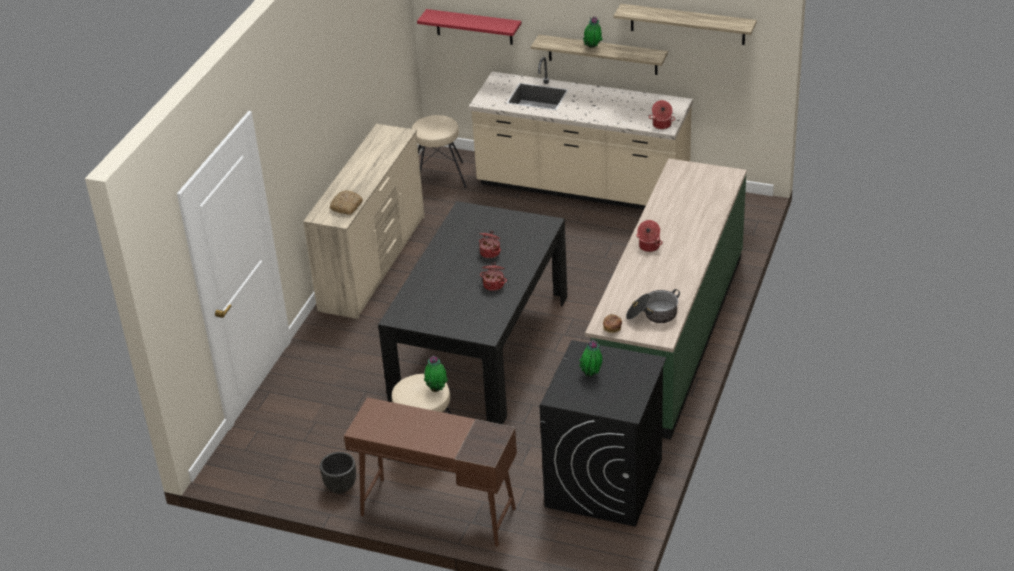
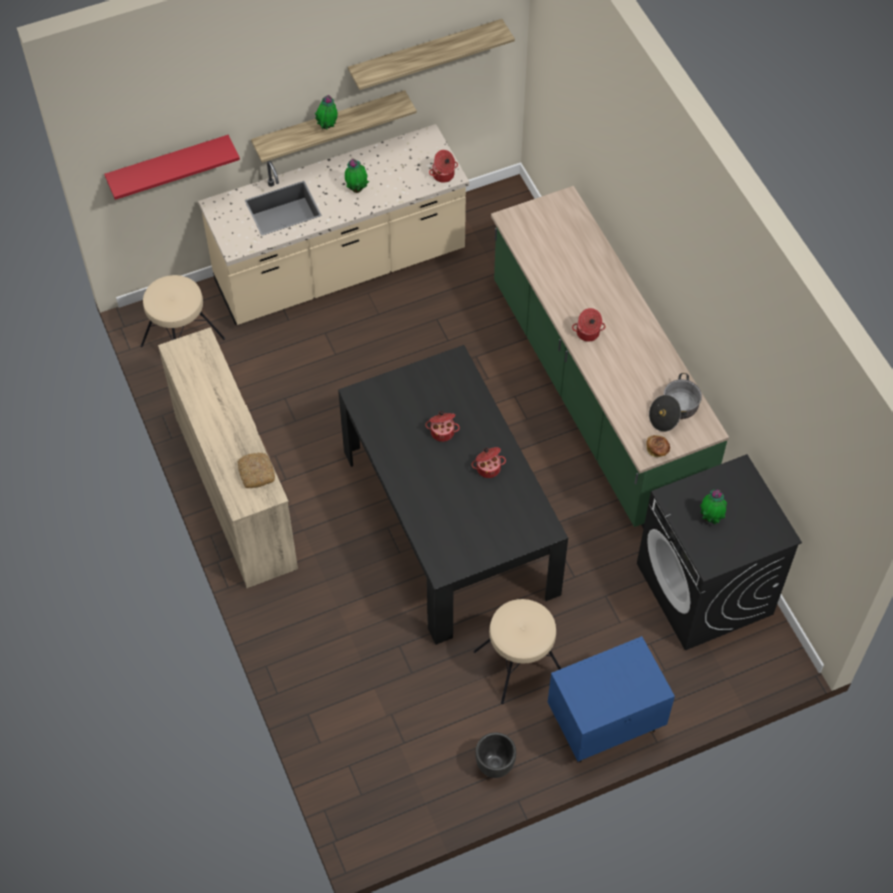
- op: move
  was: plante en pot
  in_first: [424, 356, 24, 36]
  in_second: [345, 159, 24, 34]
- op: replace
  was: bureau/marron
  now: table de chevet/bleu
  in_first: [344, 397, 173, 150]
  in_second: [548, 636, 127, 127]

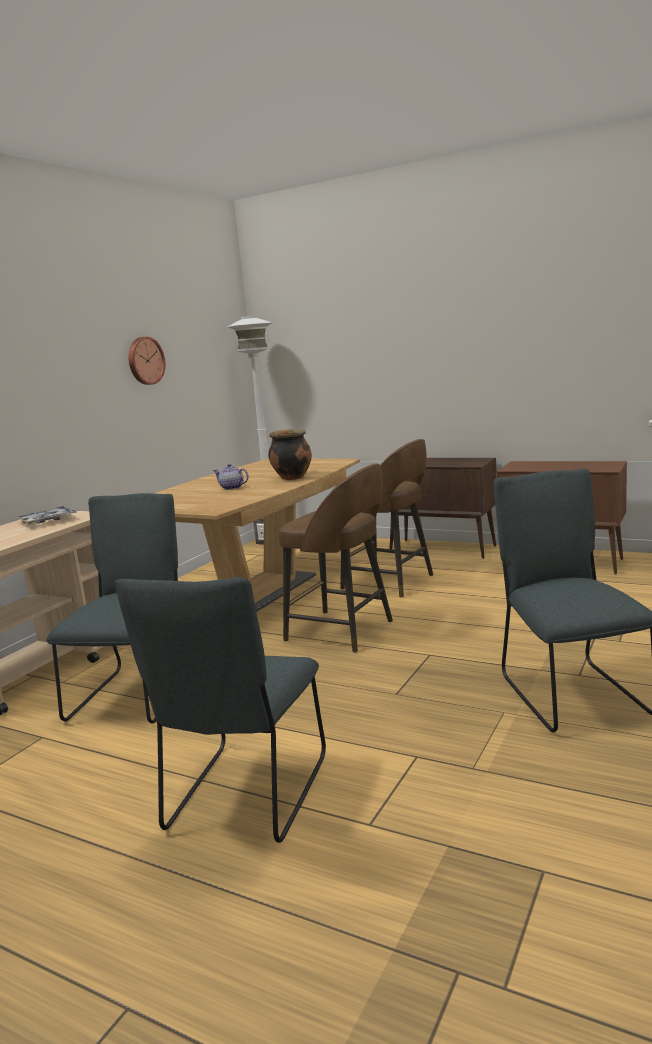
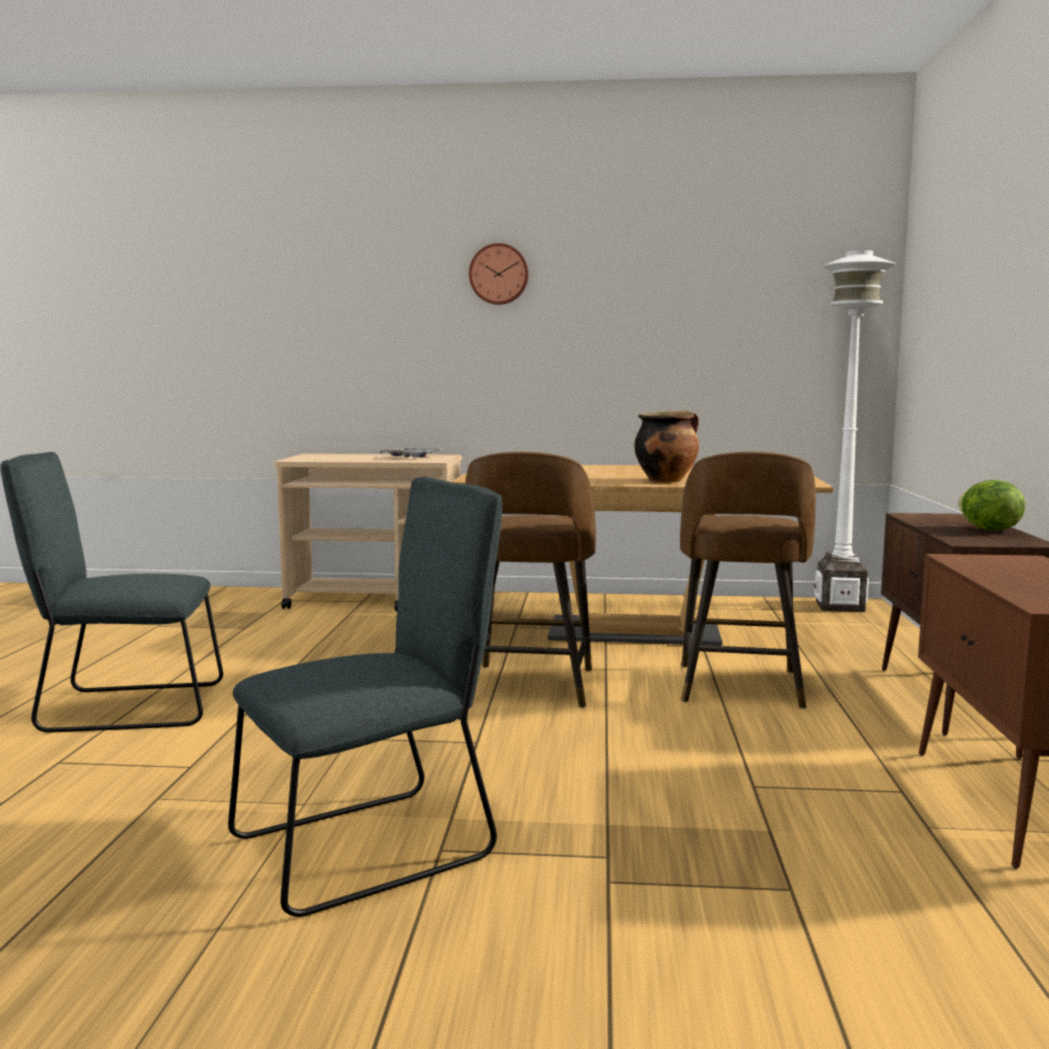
- op: move
  was: horloge murale
  in_first: [129, 337, 36, 48]
  in_second: [469, 243, 59, 62]
- op: insert
  now: laitue
  in_second: [958, 480, 67, 51]
- op: delete
  was: chaise/gris
  in_first: [46, 493, 132, 231]
- op: delete
  was: théière
  in_first: [213, 464, 36, 26]

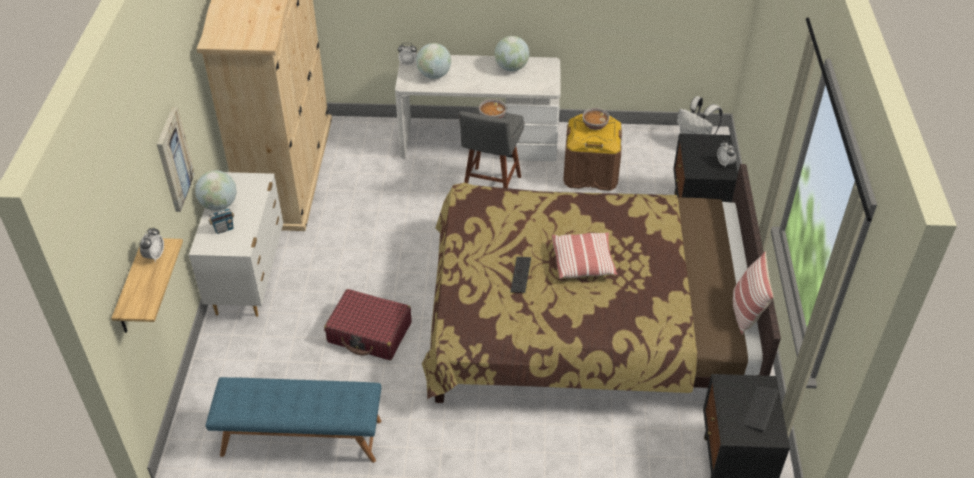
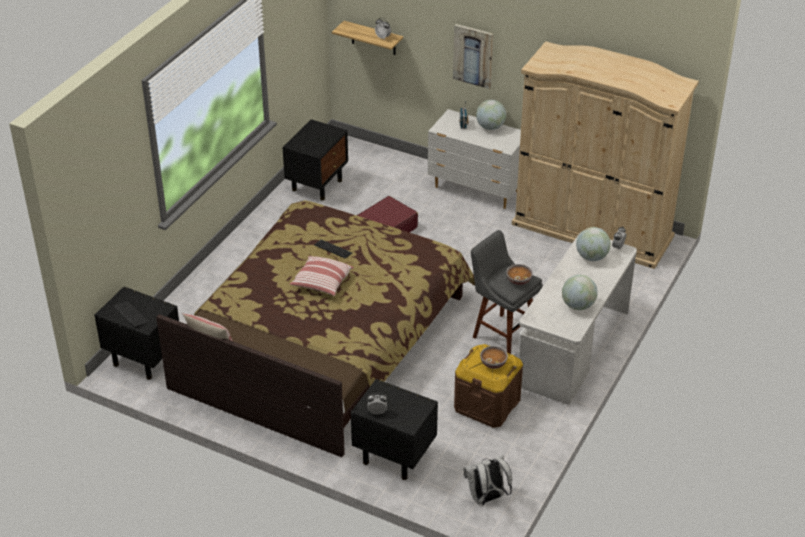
- op: replace
  was: banc/bleu
  now: table de chevet/noir
  in_first: [206, 377, 176, 86]
  in_second: [282, 119, 66, 82]

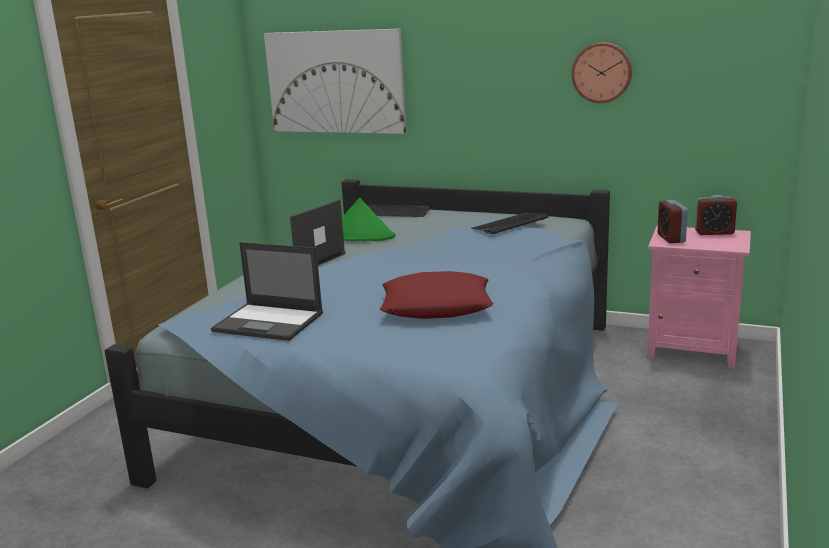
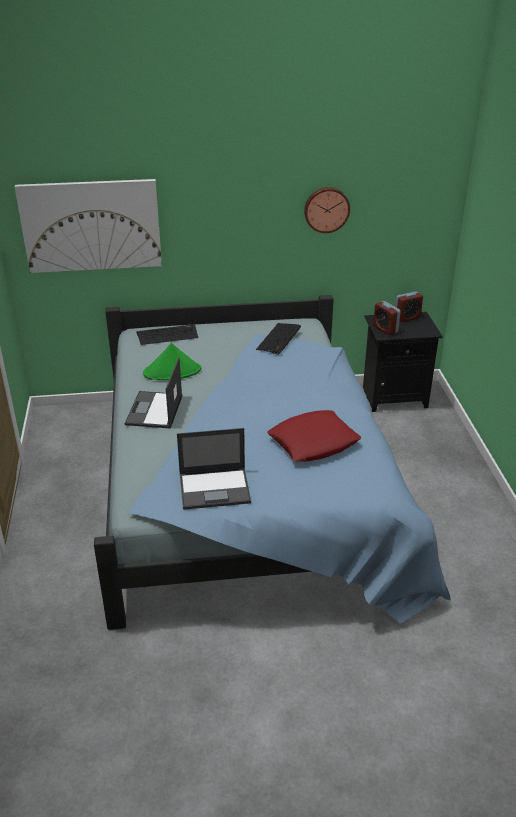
- op: recolor
  was: table de chevet/rose
  now: table de chevet/noir
  in_first: [647, 226, 104, 142]
  in_second: [363, 312, 80, 100]

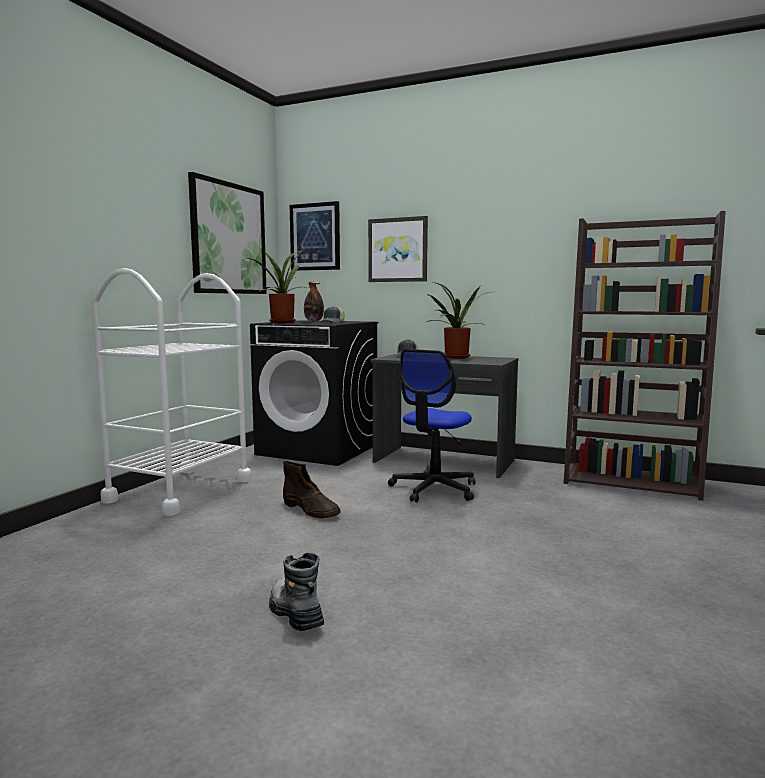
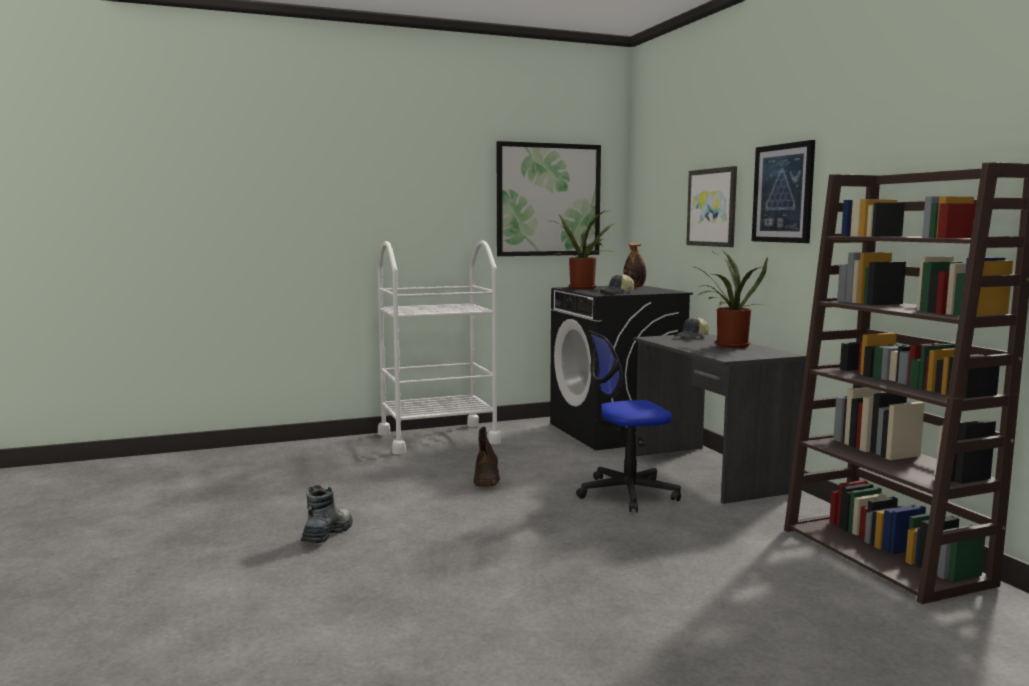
- op: move
  was: tableau
  in_first: [290, 201, 50, 70]
  in_second: [752, 140, 63, 103]

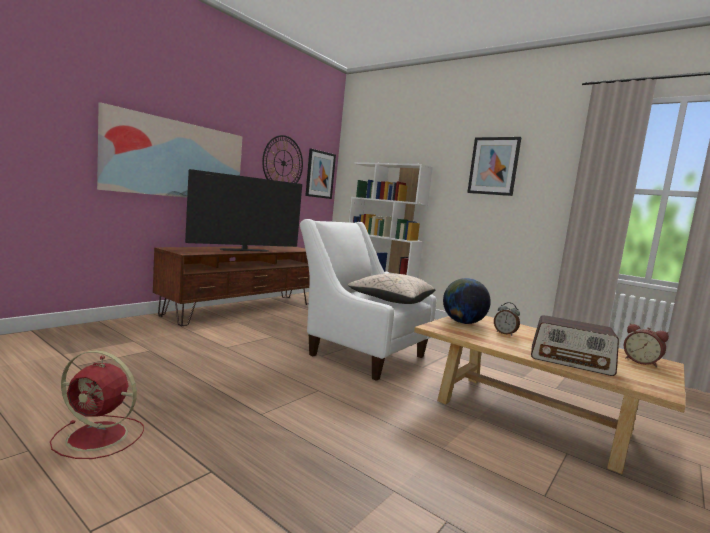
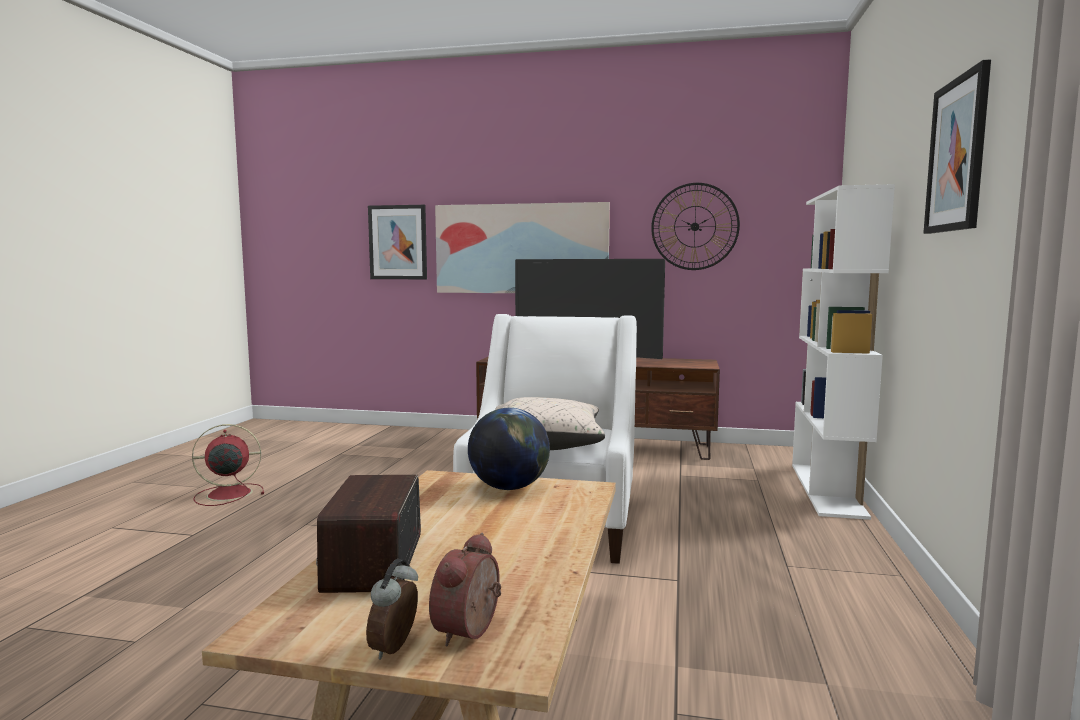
- op: rotate
  was: ventilateur/rouge
  in_first: [50, 350, 94, 109]
  in_second: [192, 424, 72, 82]
  clockwise: 90
- op: move
  was: réveil
  in_first: [494, 302, 26, 34]
  in_second: [366, 559, 52, 101]
- op: move
  was: tableau
  in_first: [305, 148, 31, 51]
  in_second: [368, 205, 59, 74]

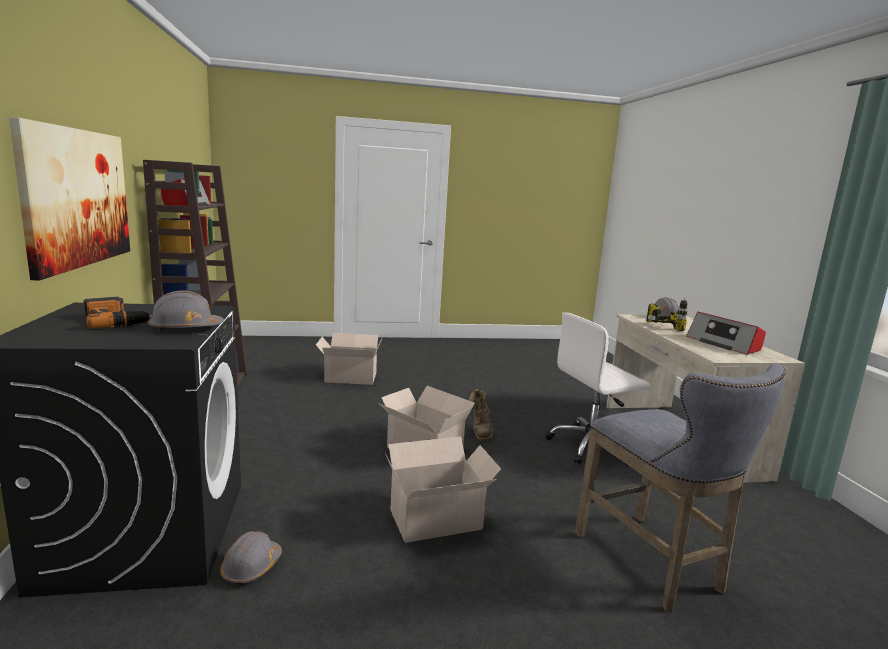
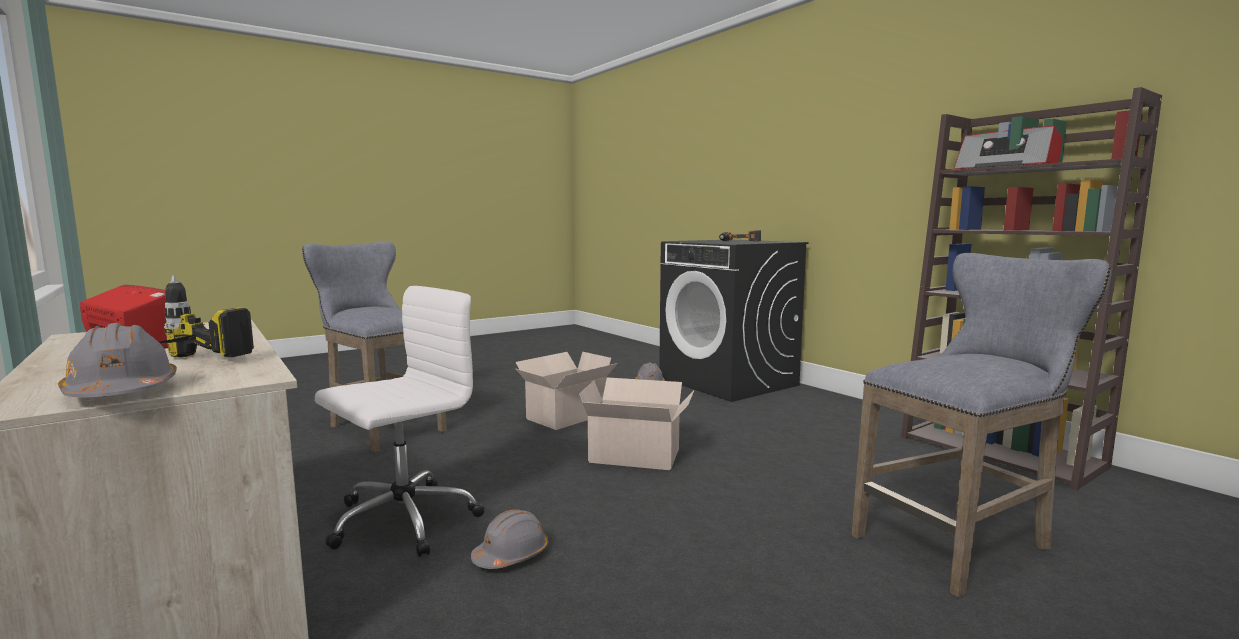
- op: move
  was: casque de chantier/gris
  in_first: [148, 290, 76, 41]
  in_second: [471, 509, 78, 60]
- op: replace
  was: carton
  now: tabouret/gris
  in_first: [316, 333, 66, 52]
  in_second: [851, 253, 260, 344]
- op: delete
  was: tableau
  in_first: [9, 117, 121, 163]
- op: delete
  was: botte/marron
  in_first: [469, 389, 24, 52]

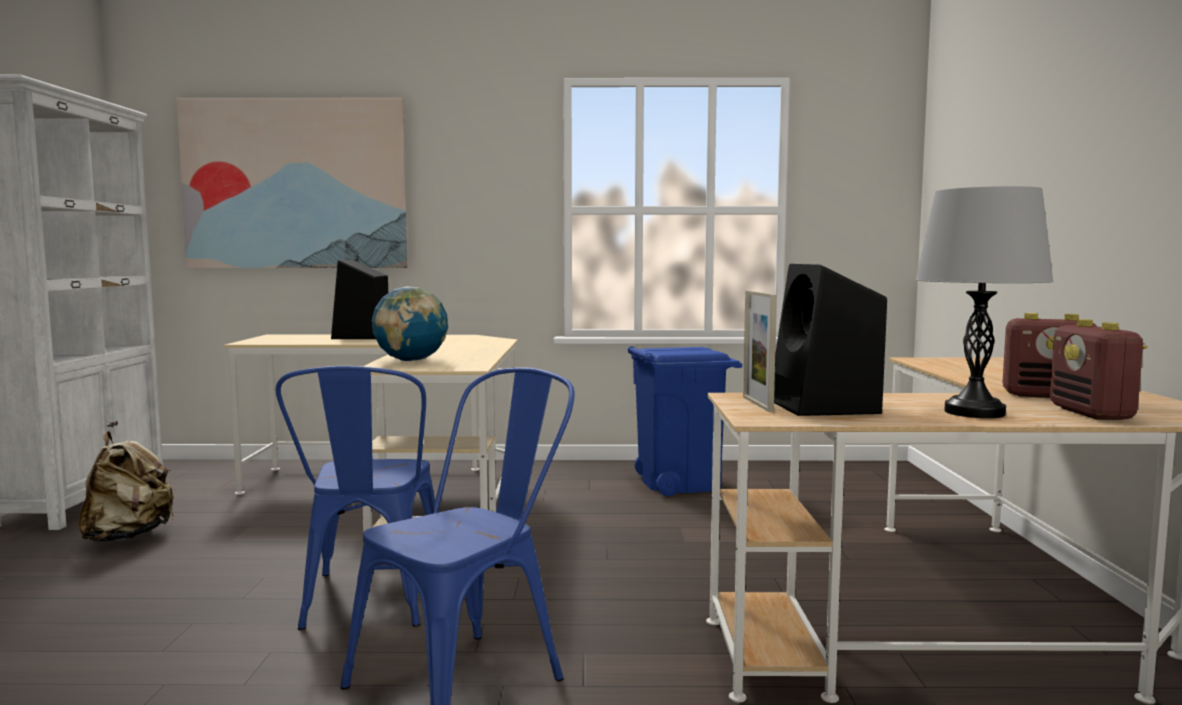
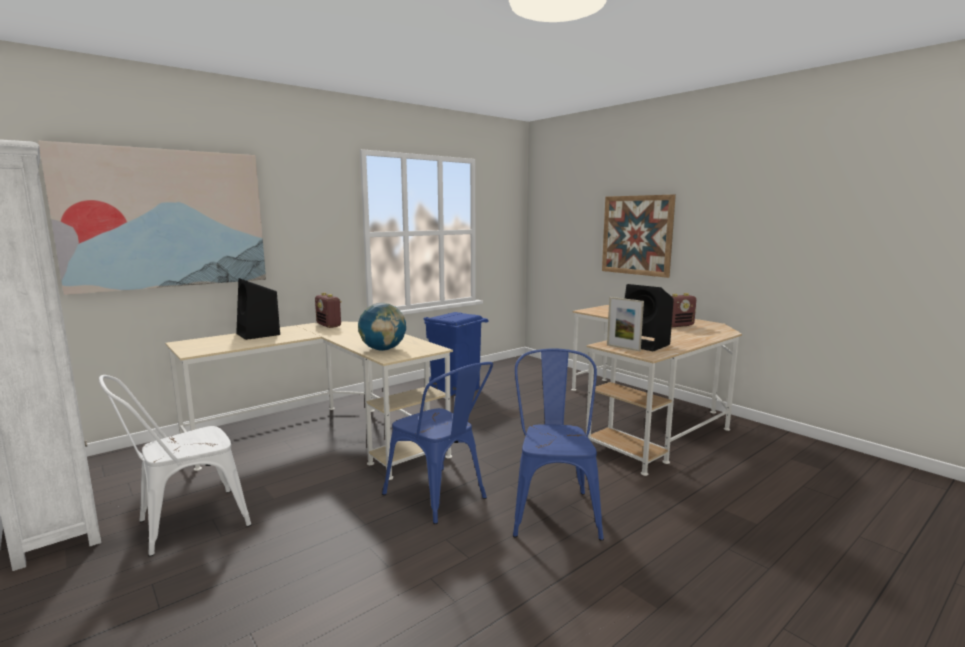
- op: replace
  was: sac à dos/beige
  now: chaise/blanc
  in_first: [78, 431, 96, 110]
  in_second: [99, 375, 152, 182]
- op: move
  was: radio
  in_first: [1050, 319, 98, 101]
  in_second: [315, 293, 27, 35]
- op: insert
  now: tableau
  in_second: [602, 195, 74, 83]
- op: delete
  was: lampe de table/gris
  in_first: [915, 186, 139, 232]

